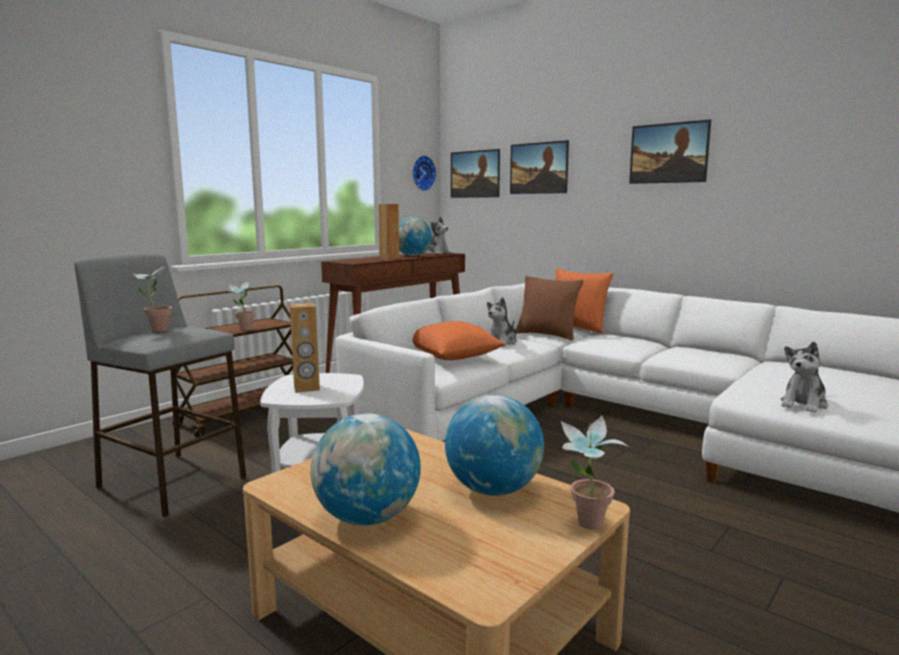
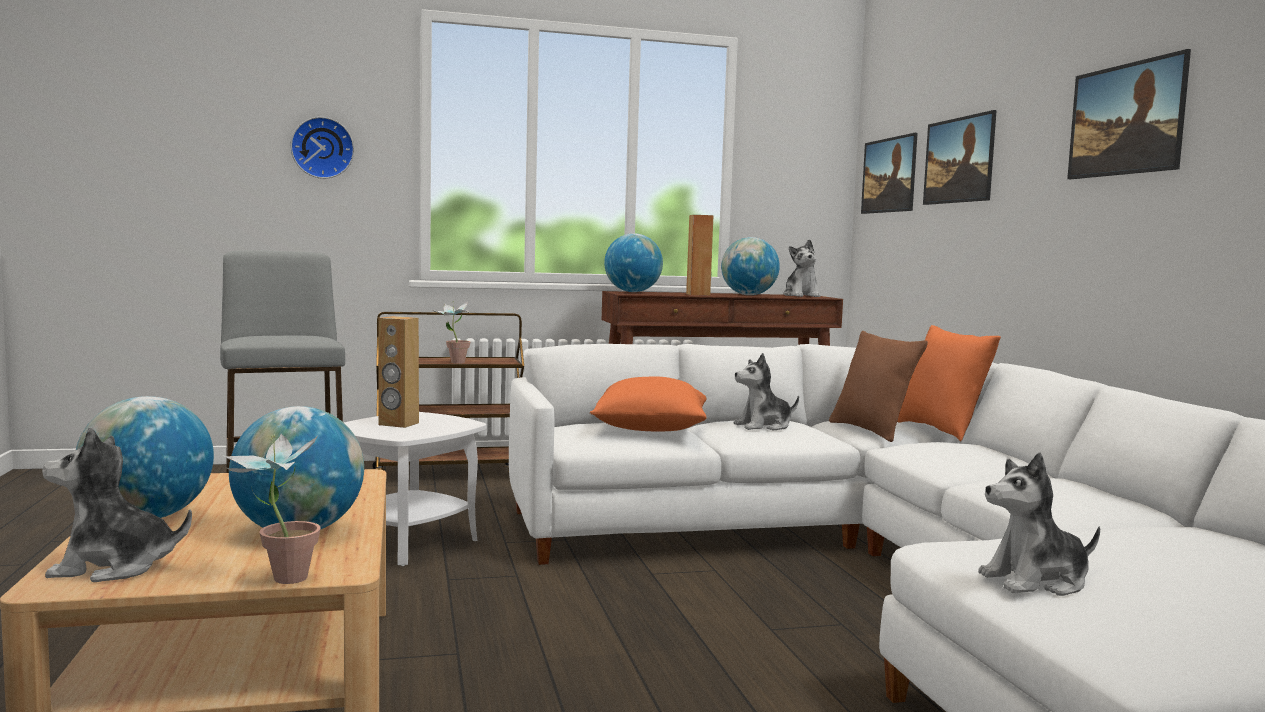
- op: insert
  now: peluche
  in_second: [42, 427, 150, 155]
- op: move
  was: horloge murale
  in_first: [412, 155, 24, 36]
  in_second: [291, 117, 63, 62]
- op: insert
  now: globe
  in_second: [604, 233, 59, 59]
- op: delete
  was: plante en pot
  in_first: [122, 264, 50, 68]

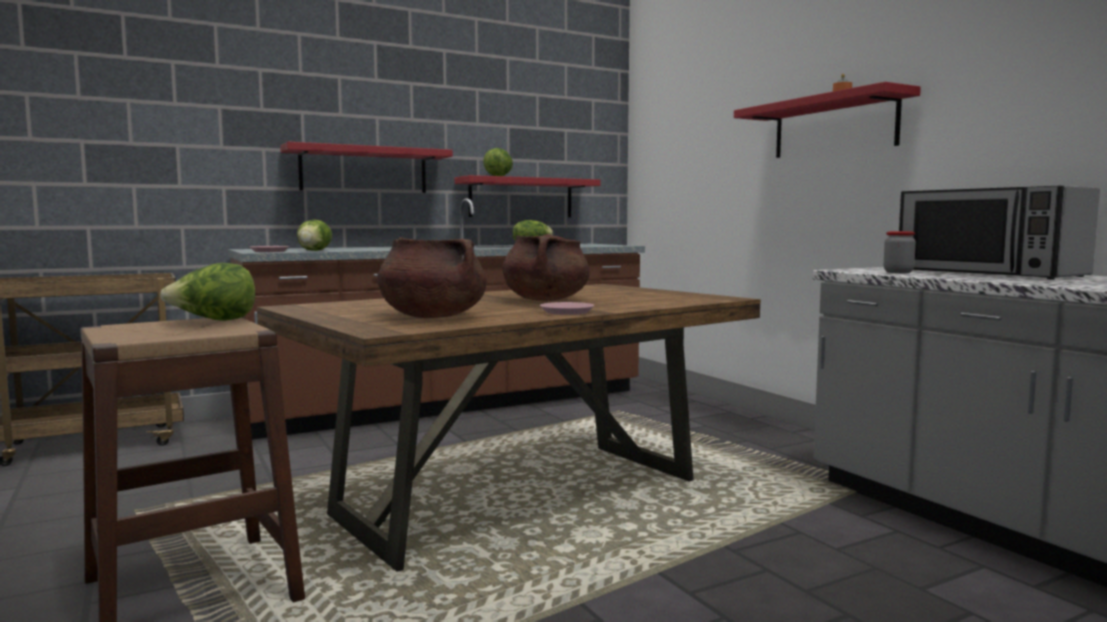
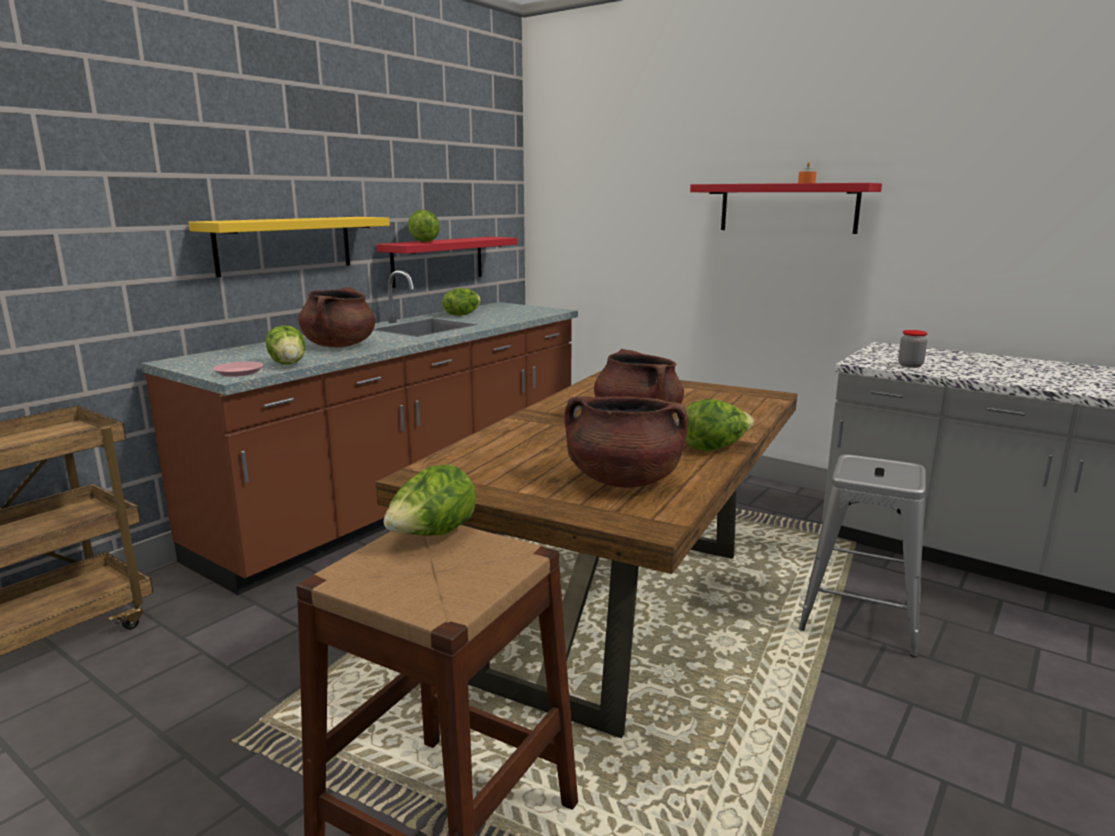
- op: recolor
  was: étagère/rouge
  now: étagère/jaune
  in_first: [280, 142, 173, 51]
  in_second: [189, 217, 201, 60]
- op: insert
  now: marmite/marron
  in_second: [298, 287, 77, 60]
- op: replace
  was: assiette/rose
  now: laitue
  in_first: [540, 302, 54, 13]
  in_second: [685, 399, 69, 52]
- op: insert
  now: tabouret/gris
  in_second: [798, 454, 128, 203]
- op: delete
  was: micro-ondes
  in_first: [899, 185, 201, 94]

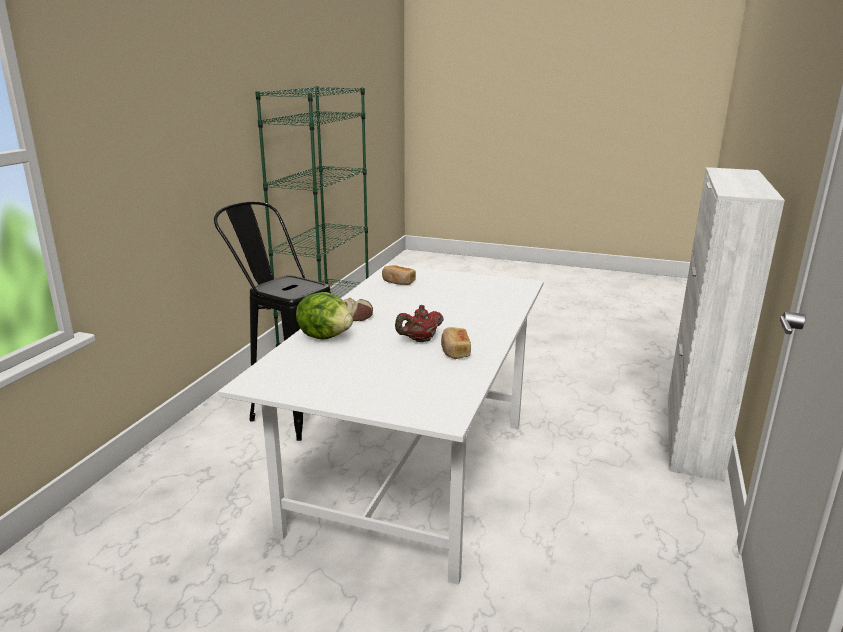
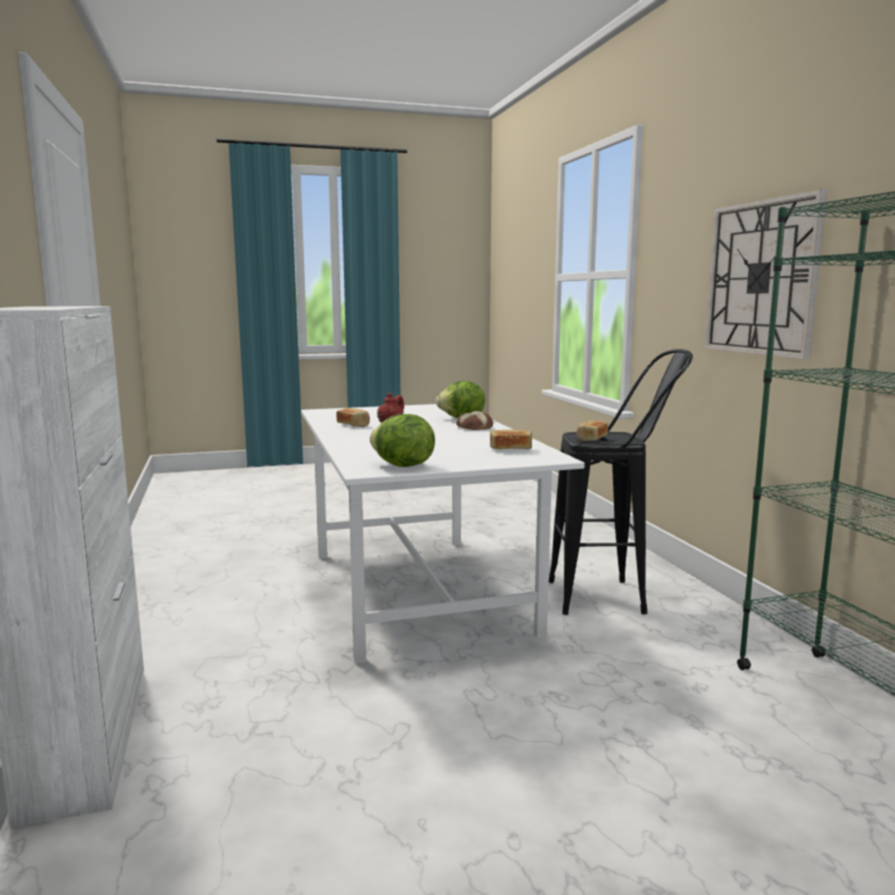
- op: insert
  now: laitue
  in_second: [370, 414, 65, 53]
- op: insert
  now: pain
  in_second: [576, 420, 32, 21]
- op: insert
  now: horloge murale
  in_second: [704, 189, 123, 171]

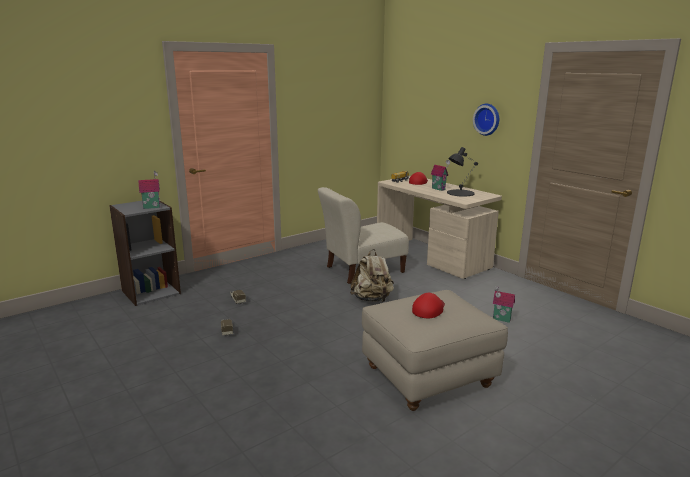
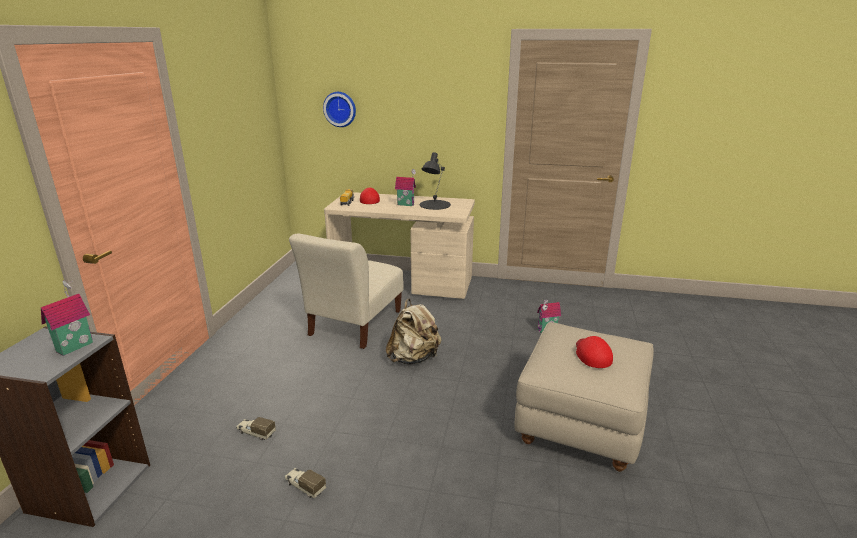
- op: move
  was: horloge murale
  in_first: [473, 104, 26, 32]
  in_second: [323, 92, 33, 35]

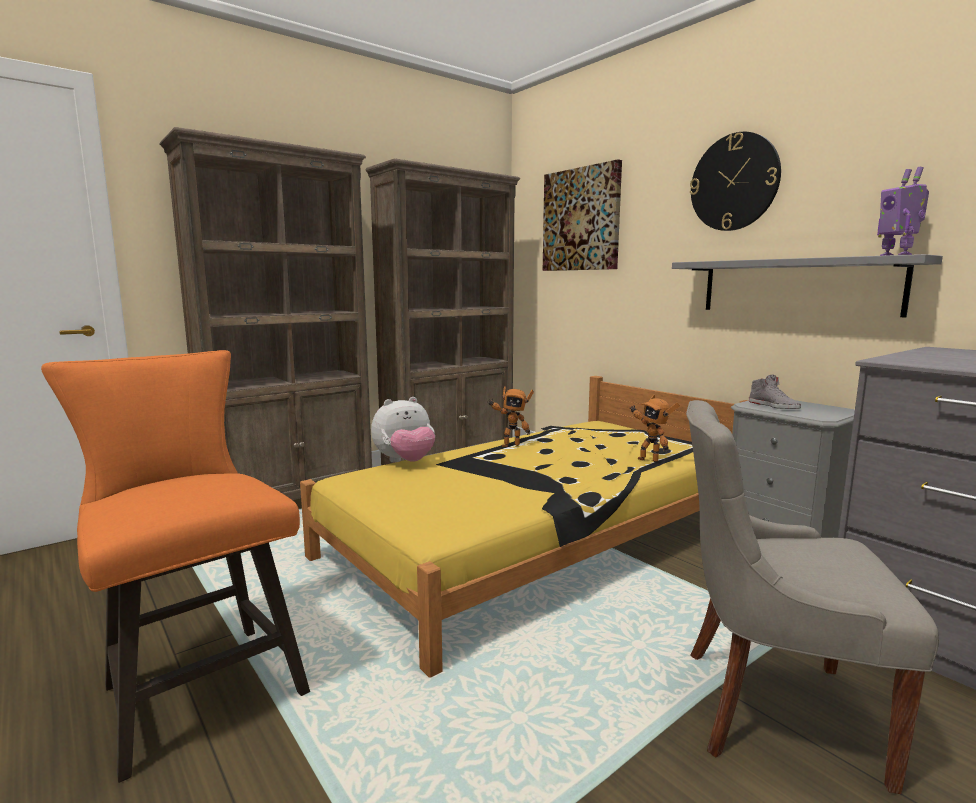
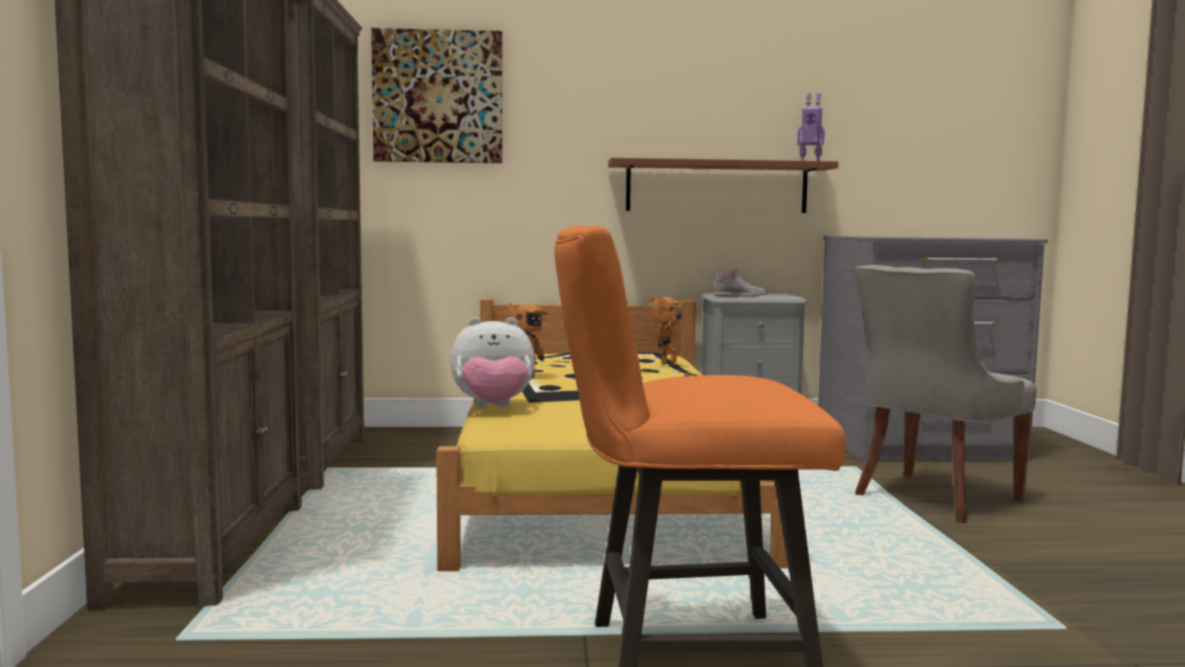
- op: rotate
  was: peluche
  in_first: [371, 397, 64, 66]
  in_second: [450, 317, 85, 90]
  clockwise: 75
- op: recolor
  was: étagère/gris
  now: étagère/marron
  in_first: [672, 254, 271, 64]
  in_second: [608, 158, 230, 55]
- op: rotate
  was: robot jouet
  in_first: [630, 395, 50, 67]
  in_second: [650, 297, 33, 69]
  clockwise: -105
- op: delete
  was: horloge murale
  in_first: [690, 132, 91, 99]

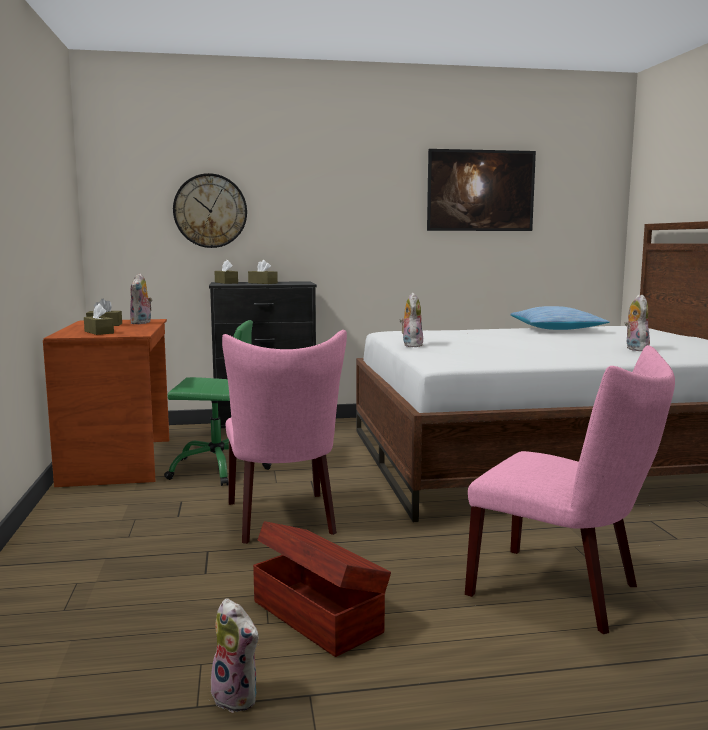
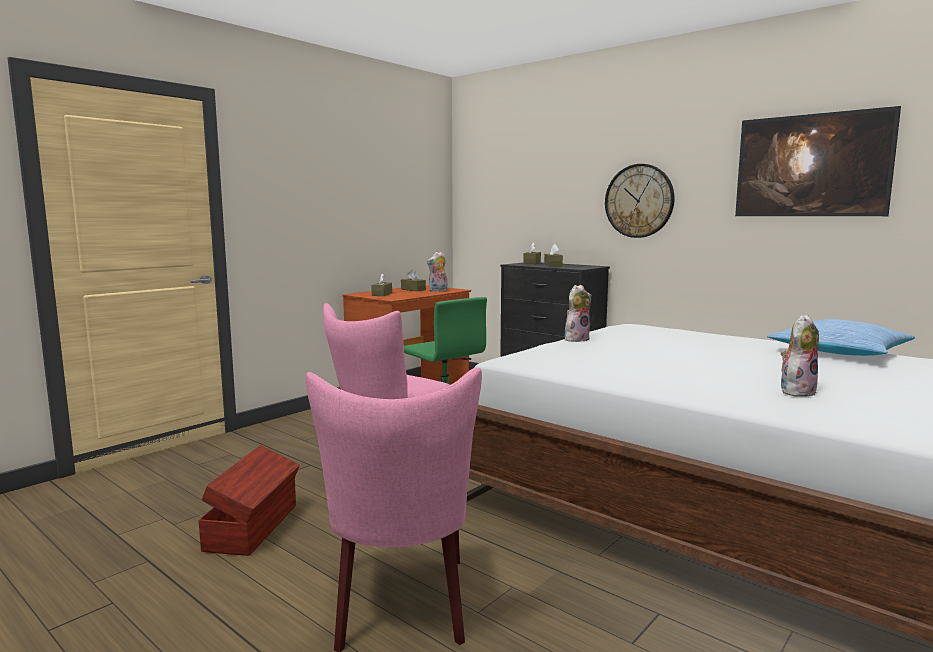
- op: move
  was: horloge murale
  in_first: [173, 173, 74, 75]
  in_second: [605, 164, 70, 74]
- op: delete
  was: peluche
  in_first: [211, 598, 48, 115]

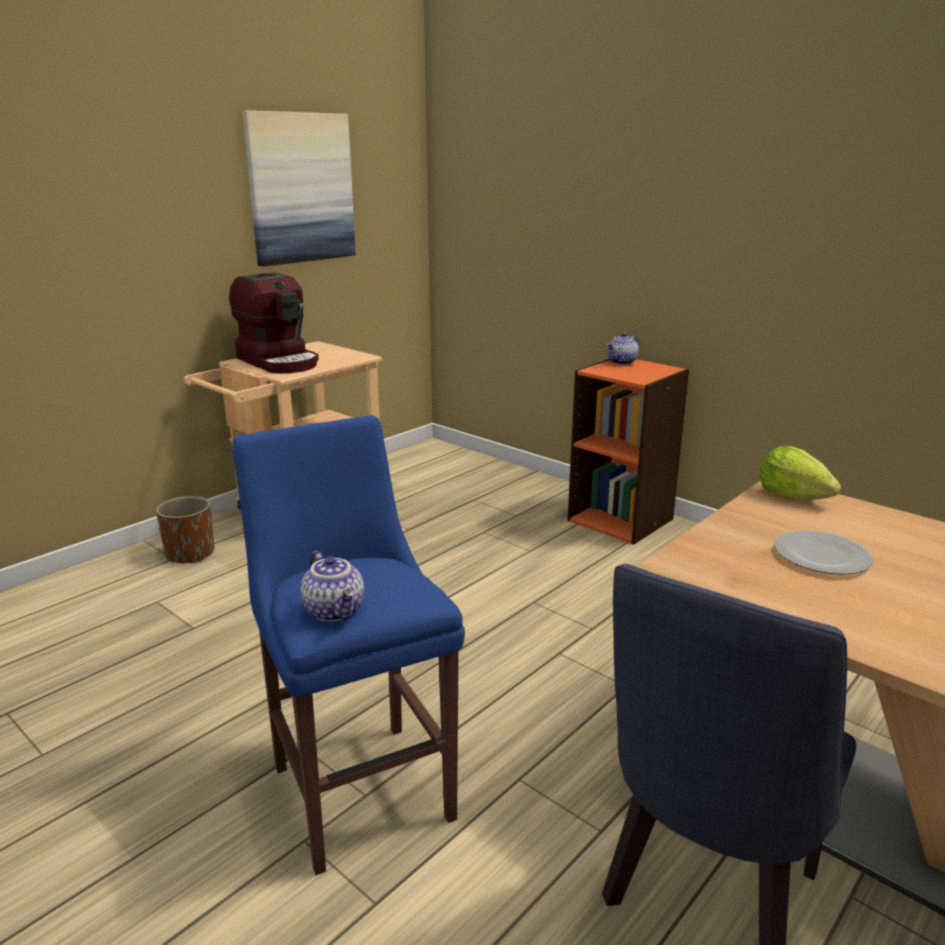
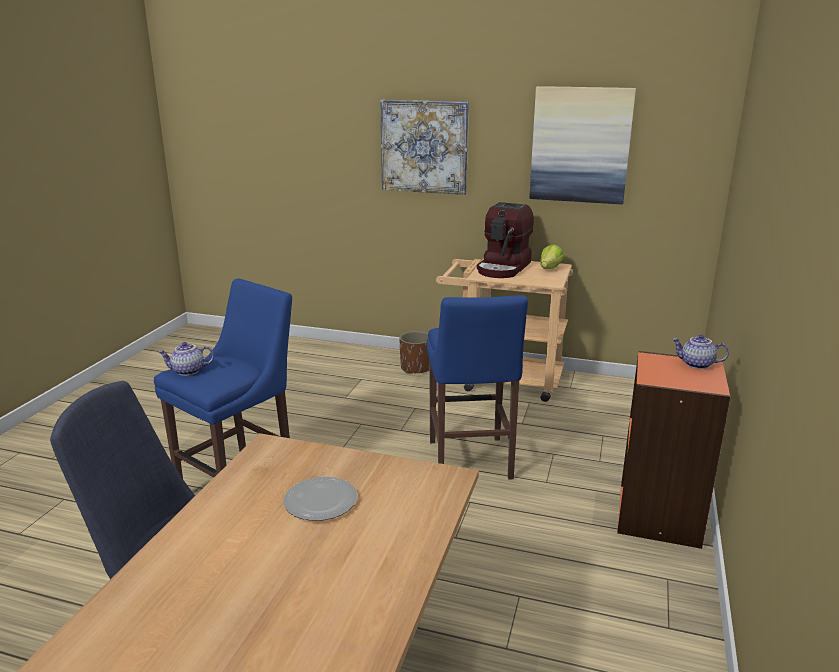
- op: rotate
  was: théière
  in_first: [301, 551, 63, 71]
  in_second: [158, 342, 56, 34]
  clockwise: 45
- op: insert
  now: tableau
  in_second: [380, 100, 89, 95]
- op: insert
  now: tabouret/bleu
  in_second: [427, 295, 101, 185]
- op: move
  was: laitue
  in_first: [759, 446, 82, 54]
  in_second: [540, 244, 24, 25]

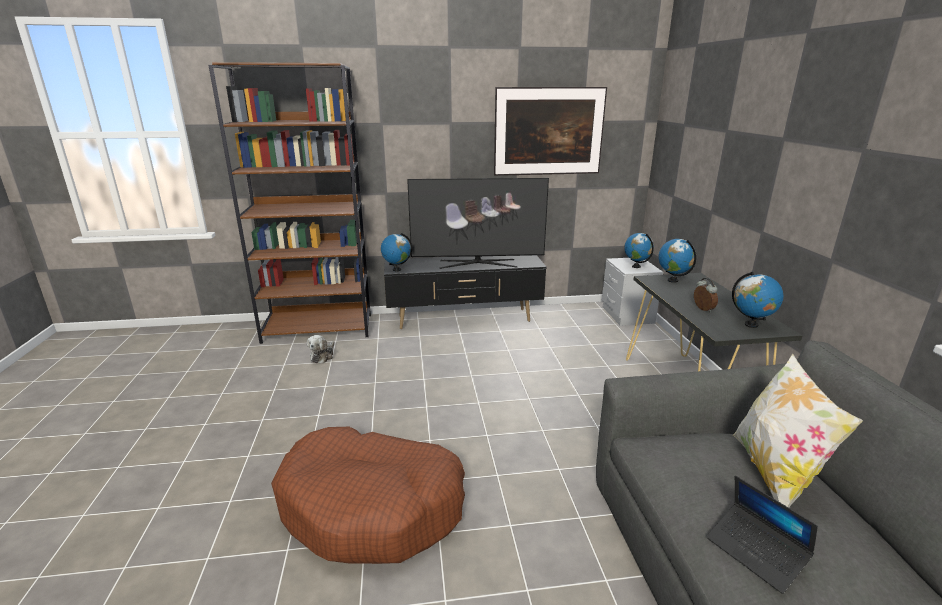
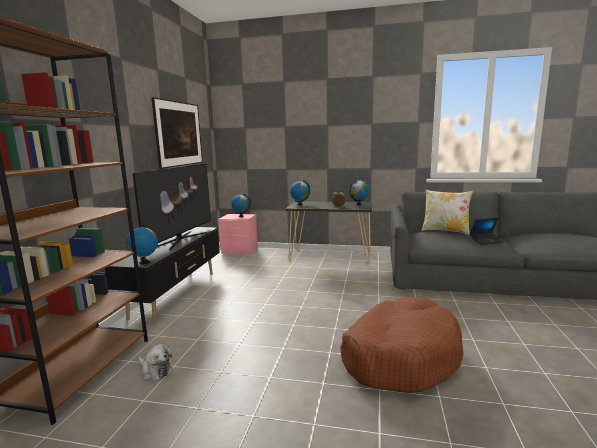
- op: recolor
  was: table de chevet/gris
  now: table de chevet/rose
  in_first: [602, 258, 61, 68]
  in_second: [218, 214, 40, 41]

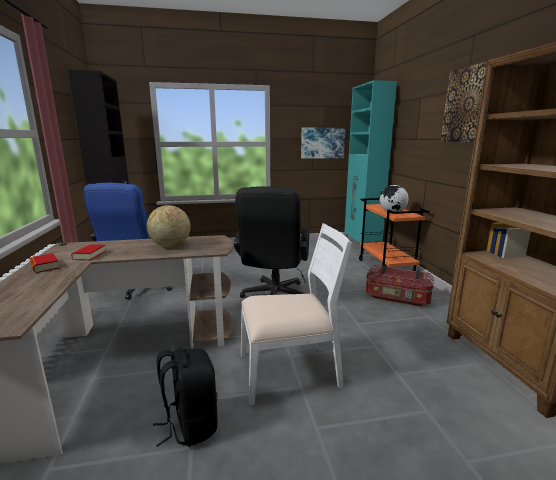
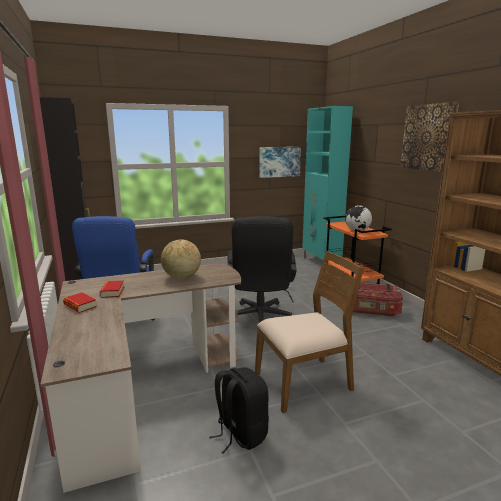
- op: recolor
  was: chaise/blanc
  now: chaise/marron
  in_first: [241, 223, 111, 182]
  in_second: [255, 251, 109, 162]

